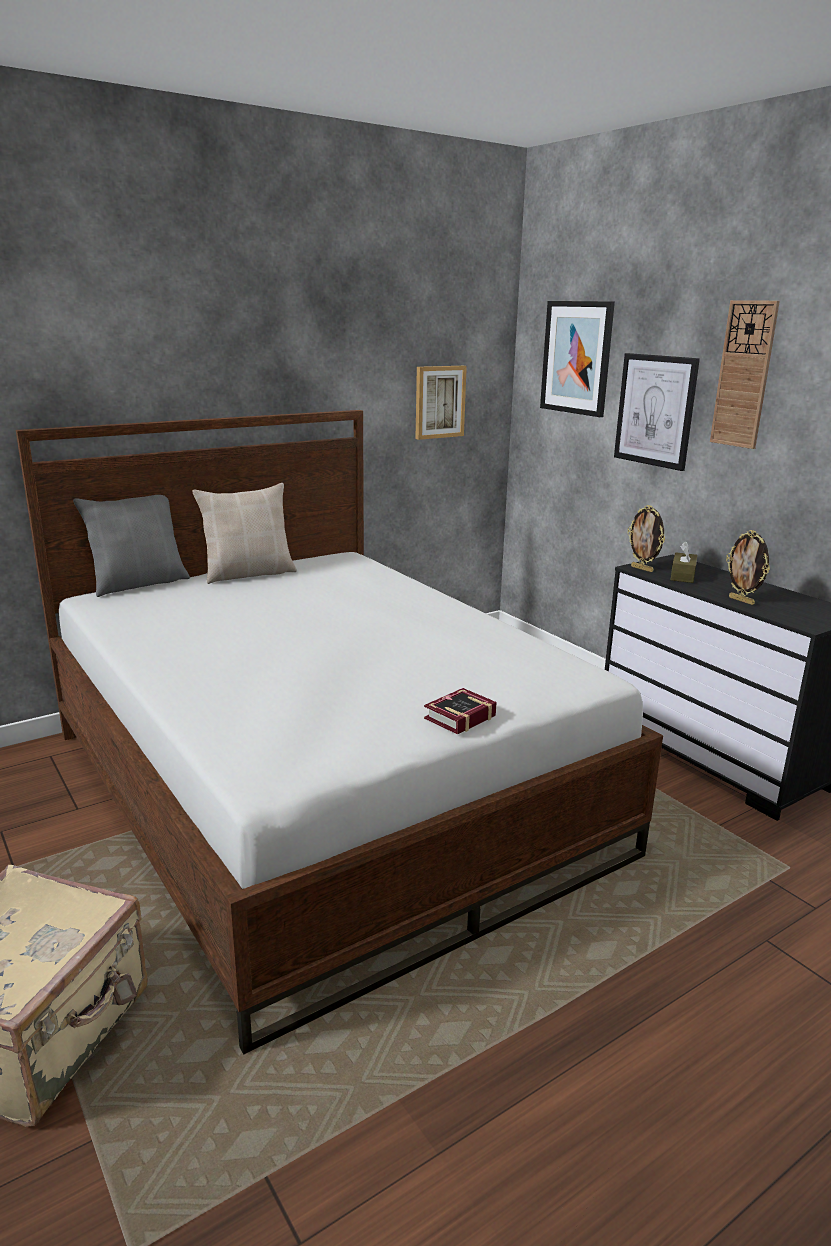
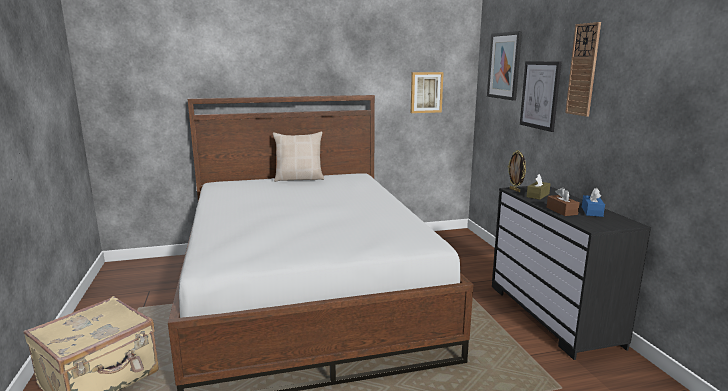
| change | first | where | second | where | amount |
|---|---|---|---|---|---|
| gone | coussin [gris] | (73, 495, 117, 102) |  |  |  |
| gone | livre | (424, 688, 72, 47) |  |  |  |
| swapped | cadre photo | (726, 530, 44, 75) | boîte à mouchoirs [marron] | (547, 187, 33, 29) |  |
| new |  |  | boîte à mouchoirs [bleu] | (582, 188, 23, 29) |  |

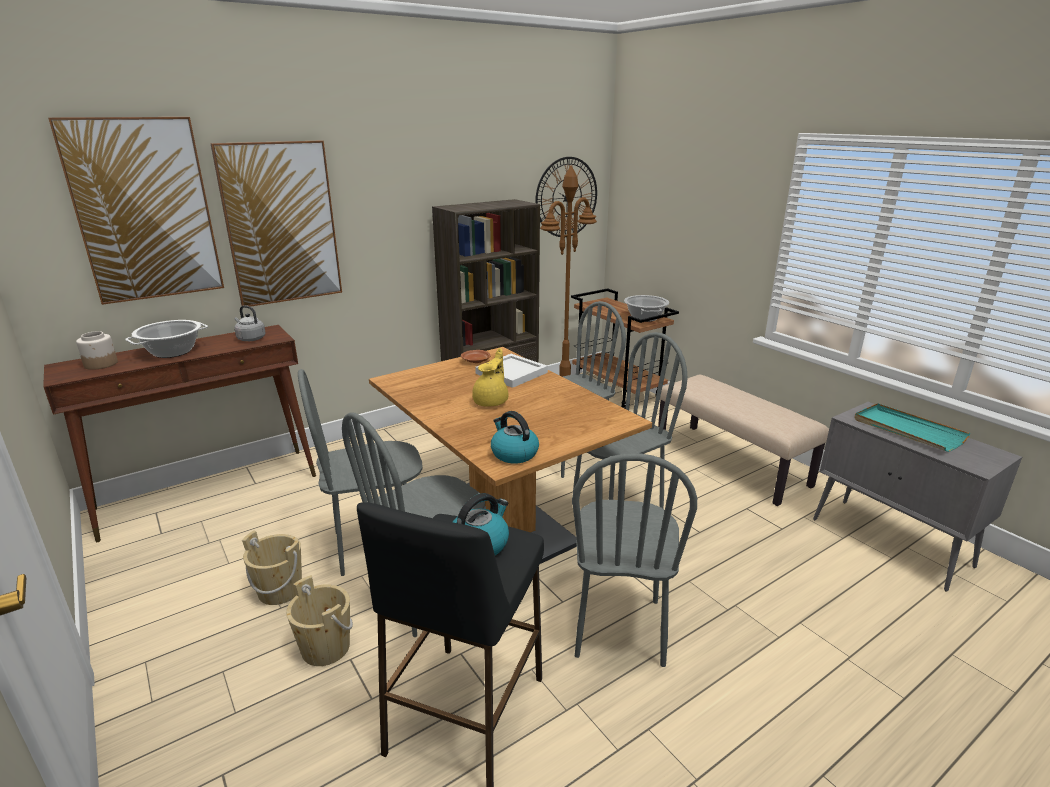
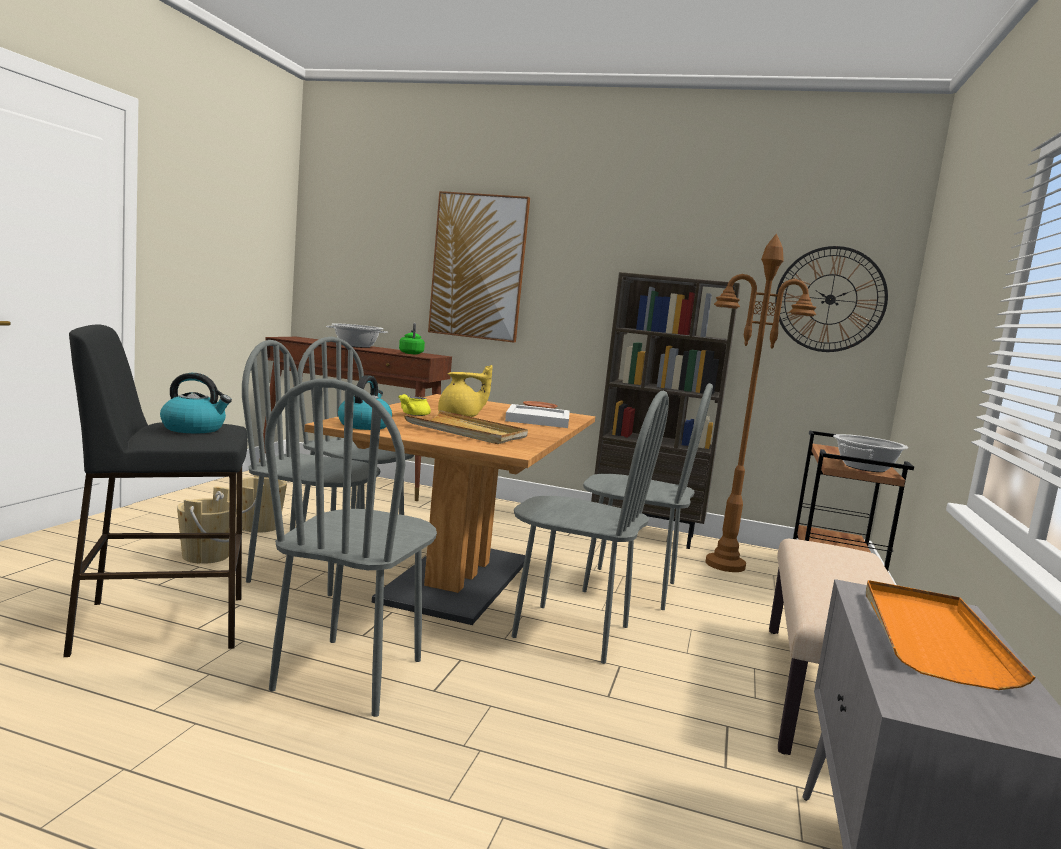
| change | first | where | second | where | amount |
|---|---|---|---|---|---|
| gone | tableau | (48, 117, 176, 188) |  |  |  |
| gone | bocal | (76, 331, 42, 39) |  |  |  |
| repainted | bouilloire [gris] | (234, 305, 32, 36) | bouilloire [vert] | (399, 323, 26, 31) |  |
| rotated | chaise [gris] | (572, 453, 125, 214) |  | (264, 378, 173, 339) | 45 degrees counterclockwise |
| repainted | plateau [turquoise] | (854, 403, 117, 49) | plateau [orange] | (866, 580, 170, 110) |  |
| new |  |  | théière [jaune] | (398, 394, 33, 22) |  |
| new |  |  | plateau [beige] | (404, 410, 124, 34) |  |

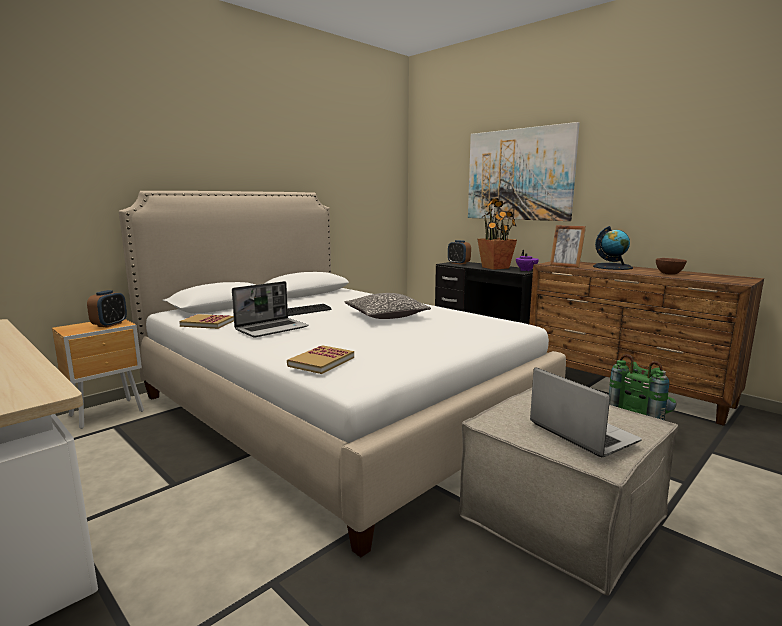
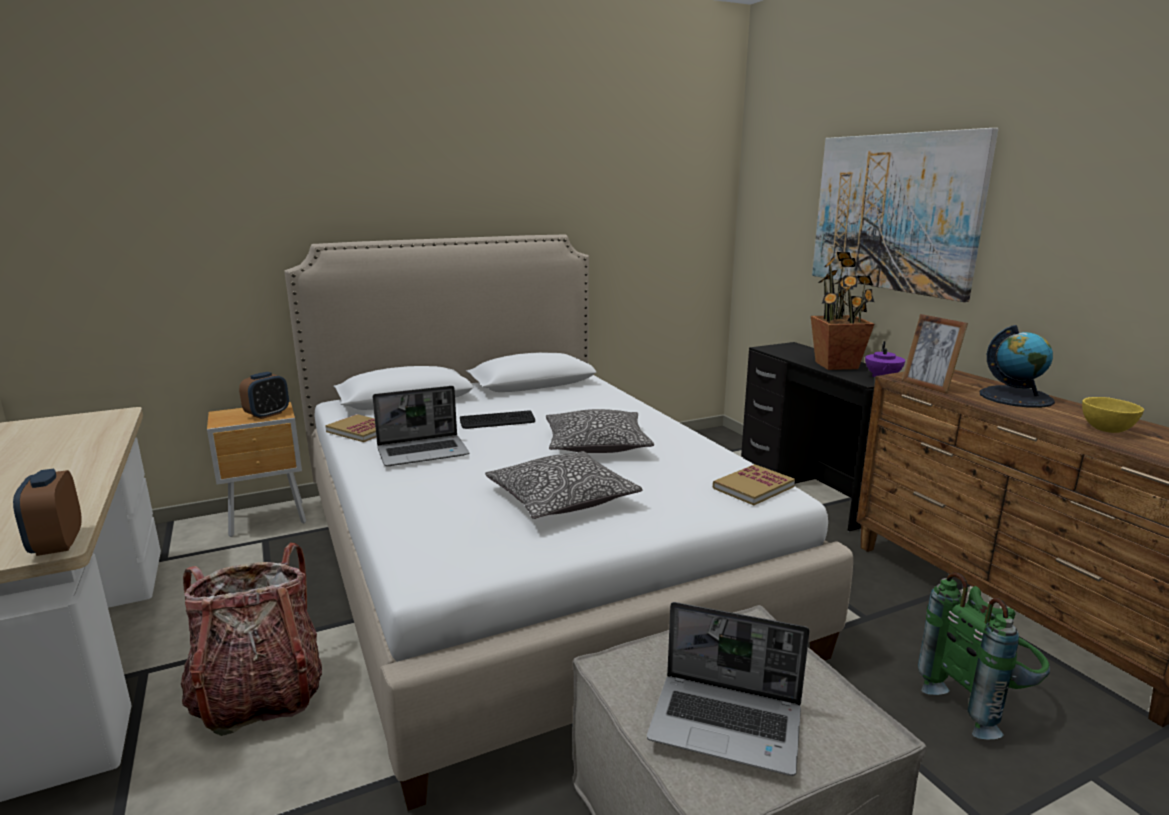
| change | first | where | second | where | amount |
|---|---|---|---|---|---|
| shifted | livre | (287, 345, 67, 29) |  | (713, 464, 82, 41) |  |
| shifted | réveil | (448, 240, 23, 25) |  | (13, 469, 69, 87) |  |
| rotated | ordinateur portable | (530, 367, 112, 90) |  | (647, 602, 163, 174) | 120 degrees clockwise |
| repainted | bol [marron] | (656, 258, 31, 17) | bol [jaune] | (1082, 397, 62, 36) |  |
| new |  |  | sac à dos | (181, 543, 141, 193) |  |
| new |  |  | coussin | (485, 451, 158, 68) |  |

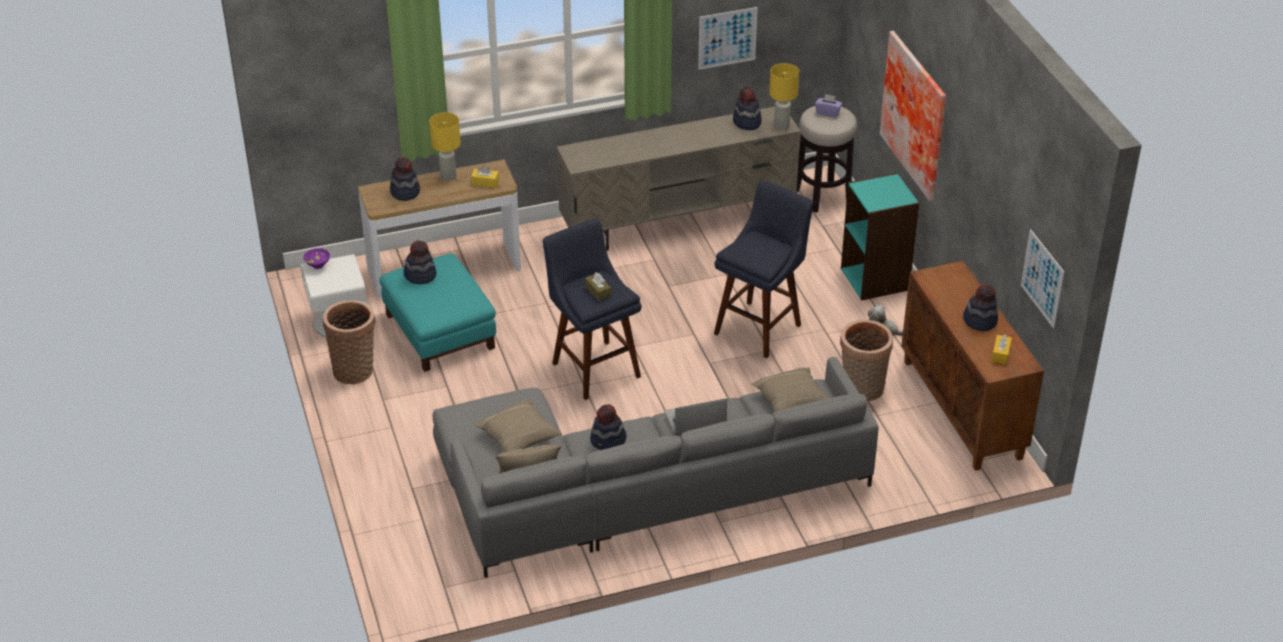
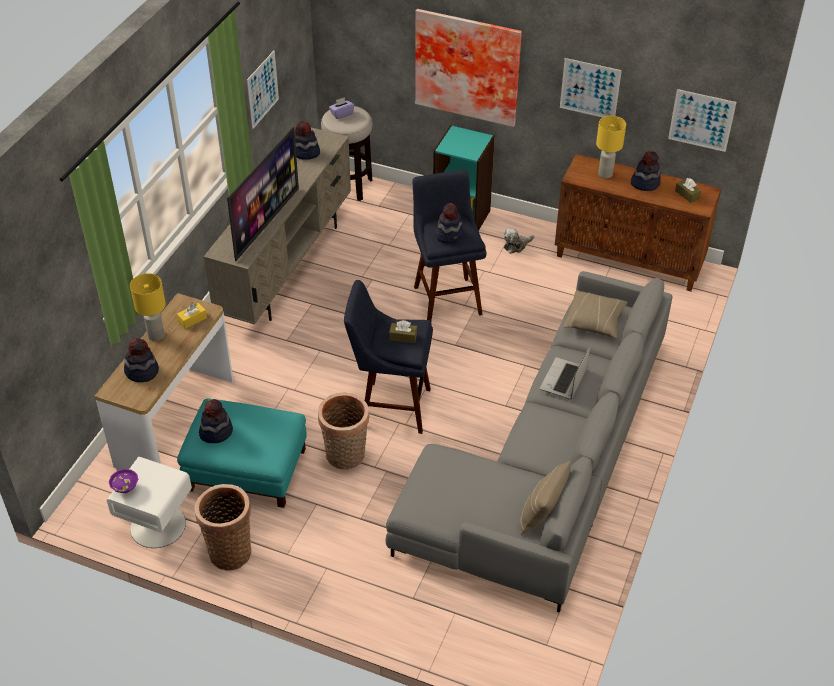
| change | first | where | second | where | amount |
|---|---|---|---|---|---|
| gone | coussin [beige] | (475, 400, 87, 52) |  |  |  |
| shifted | chapeau | (590, 404, 37, 46) |  | (435, 203, 29, 41) |  |
| shifted | lampe de table [jaune] | (769, 63, 30, 67) |  | (596, 116, 30, 62) |  |
| shifted | panier | (840, 320, 53, 82) |  | (318, 392, 51, 77) |  |
| repainted | boîte à mouchoirs [jaune] | (992, 334, 20, 30) | boîte à mouchoirs [marron] | (675, 178, 26, 25) |  |
| new |  |  | téléviseur | (227, 126, 72, 135) |  |
| new |  |  | tableau | (560, 58, 62, 59) |  |

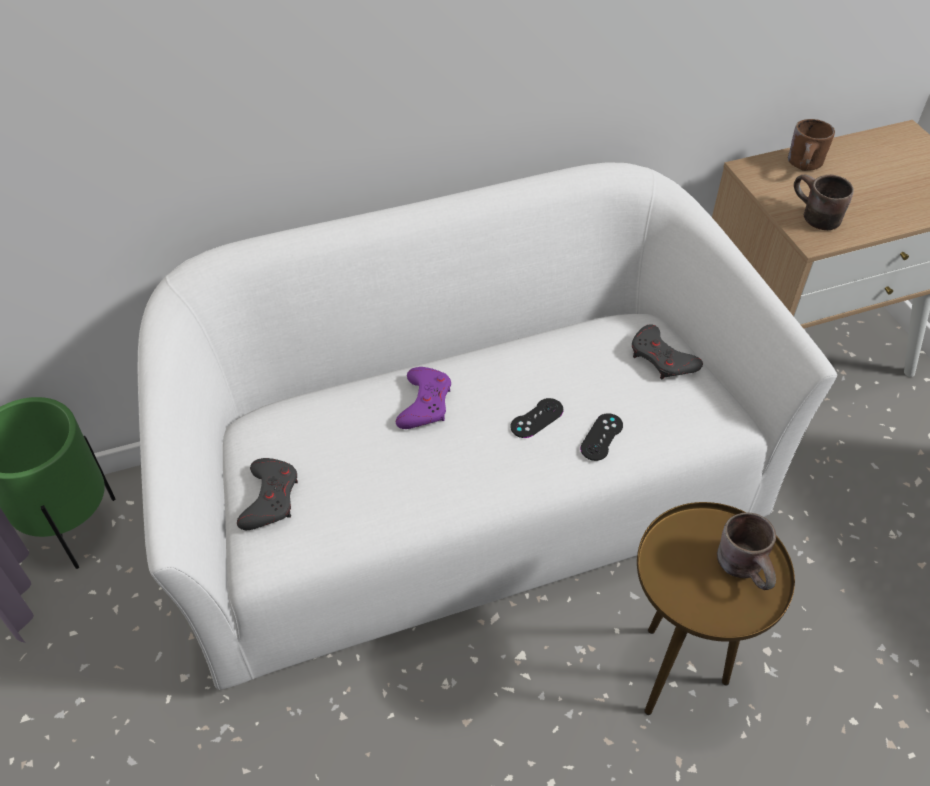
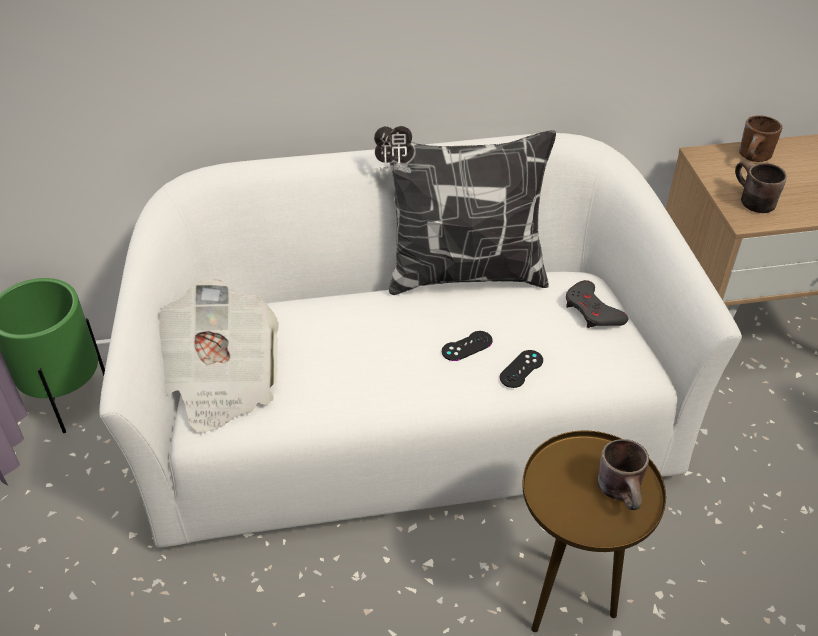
| change | first | where | second | where | amount |
|---|---|---|---|---|---|
| swapped | manette [gris] | (237, 458, 61, 72) | journal | (158, 279, 121, 154) |  |
| gone | manette [violet] | (396, 367, 55, 62) |  |  |  |
| new |  |  | coussin | (374, 126, 182, 169) |  |

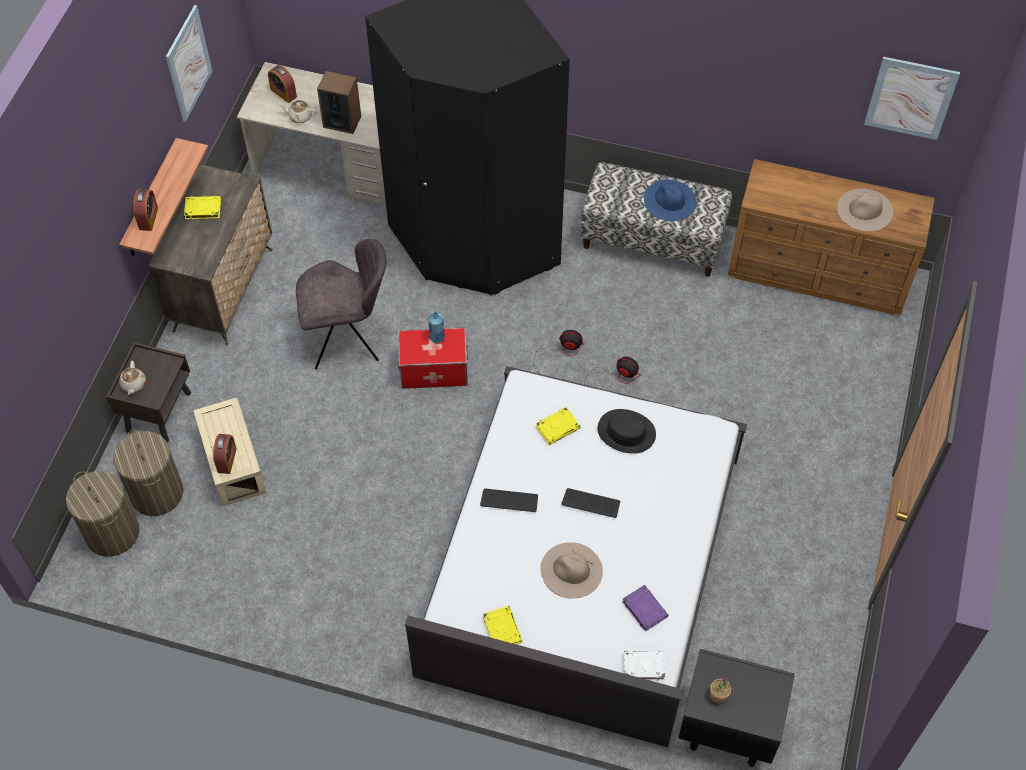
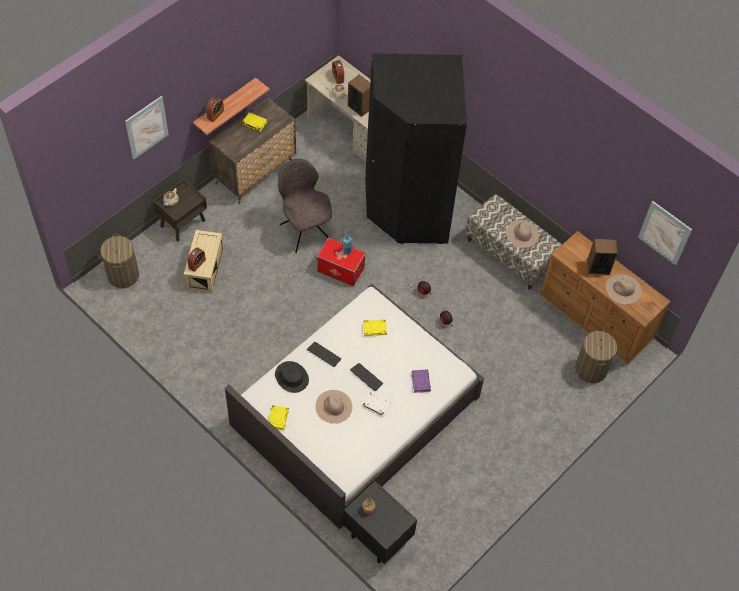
| change | first | where | second | where | amount |
|---|---|---|---|---|---|
| shifted | panier à linge | (113, 428, 71, 88) |  | (575, 329, 42, 54) |  |
| shifted | tableau | (166, 5, 46, 117) |  | (125, 96, 44, 63) |  |
| rotated | chaise [gris] | (296, 239, 91, 130) |  | (278, 159, 54, 94) | 135 degrees counterclockwise |
| shifted | chapeau [noir] | (597, 409, 59, 45) |  | (275, 361, 34, 32) |  |
| shifted | livre [violet] | (622, 585, 47, 47) |  | (412, 369, 19, 24) |  |
| shifted | livre [blanc] | (624, 651, 42, 29) |  | (363, 392, 28, 24) |  |
| repainted | chapeau [bleu] | (644, 180, 52, 41) | chapeau [beige] | (506, 220, 33, 28) |  |
| new |  |  | enceinte | (587, 238, 31, 37) |  |

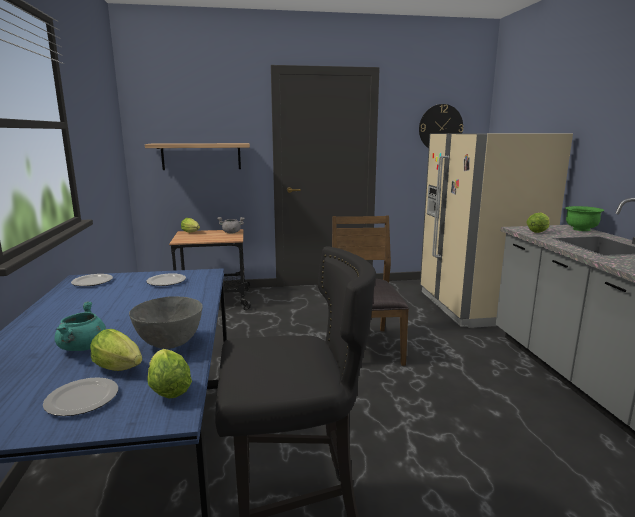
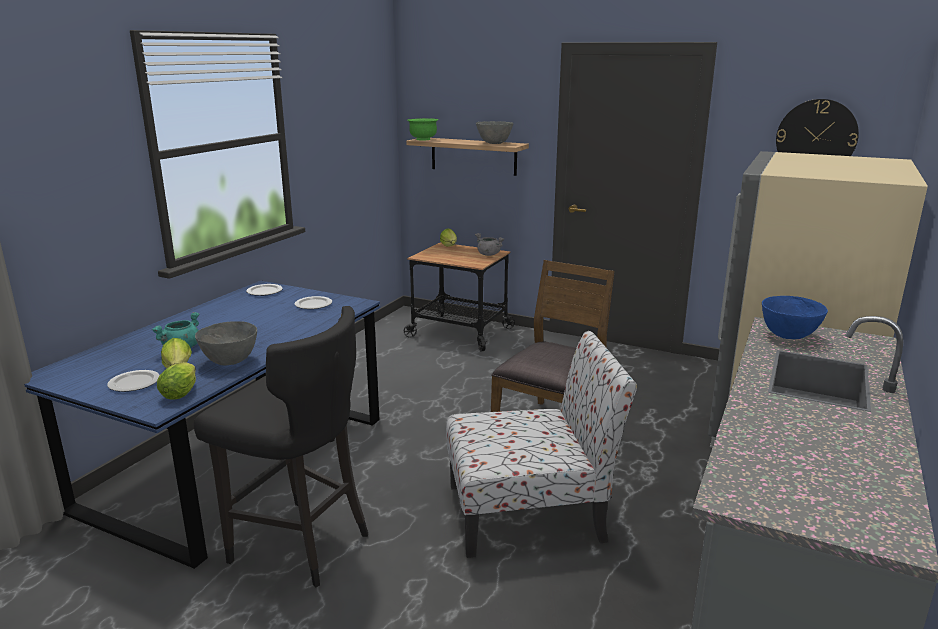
| change | first | where | second | where | amount |
|---|---|---|---|---|---|
| swapped | laitue | (526, 212, 24, 21) | bol [bleu] | (762, 296, 66, 43) |  |
| shifted | bol [vert] | (565, 206, 39, 25) |  | (407, 118, 31, 22) |  |
| new |  |  | chaise | (446, 331, 191, 227) |  |
| new |  |  | bol [gris] | (476, 121, 37, 23) |  |

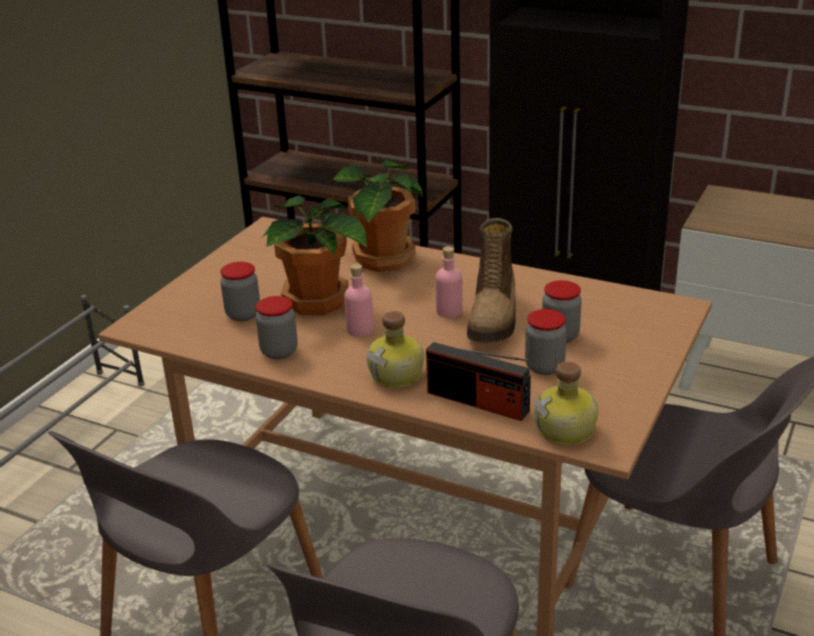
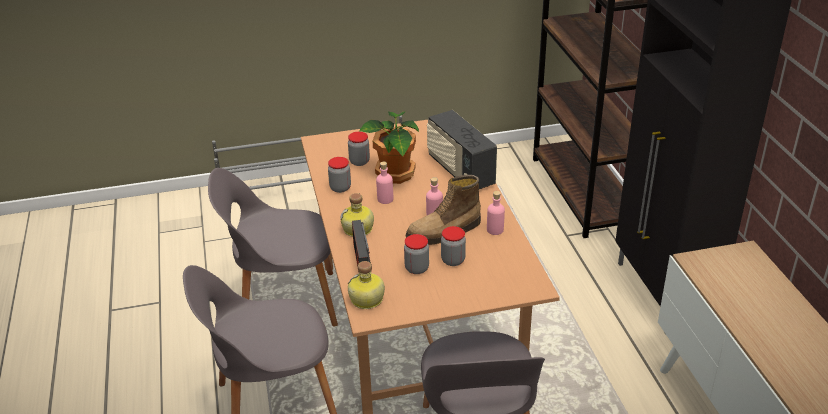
| change | first | where | second | where | amount |
|---|---|---|---|---|---|
| swapped | plante en pot | (332, 160, 91, 112) | radio | (427, 110, 70, 79) |  |
| new |  |  | bouteille [rose] | (487, 191, 18, 44) |  |

